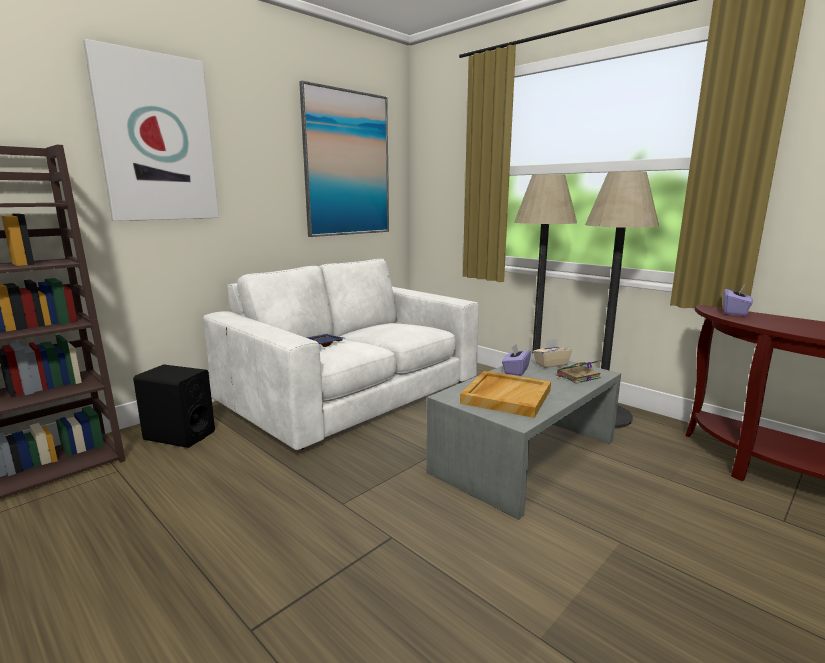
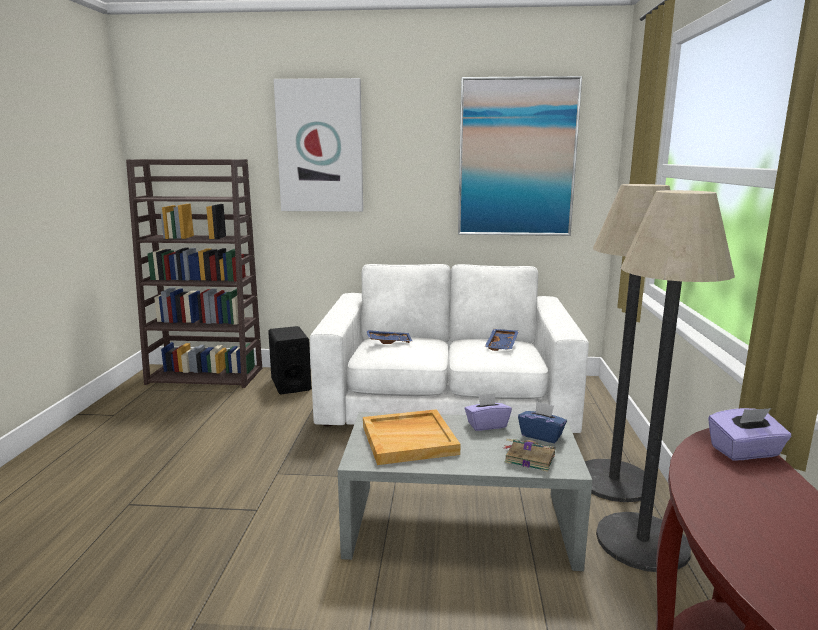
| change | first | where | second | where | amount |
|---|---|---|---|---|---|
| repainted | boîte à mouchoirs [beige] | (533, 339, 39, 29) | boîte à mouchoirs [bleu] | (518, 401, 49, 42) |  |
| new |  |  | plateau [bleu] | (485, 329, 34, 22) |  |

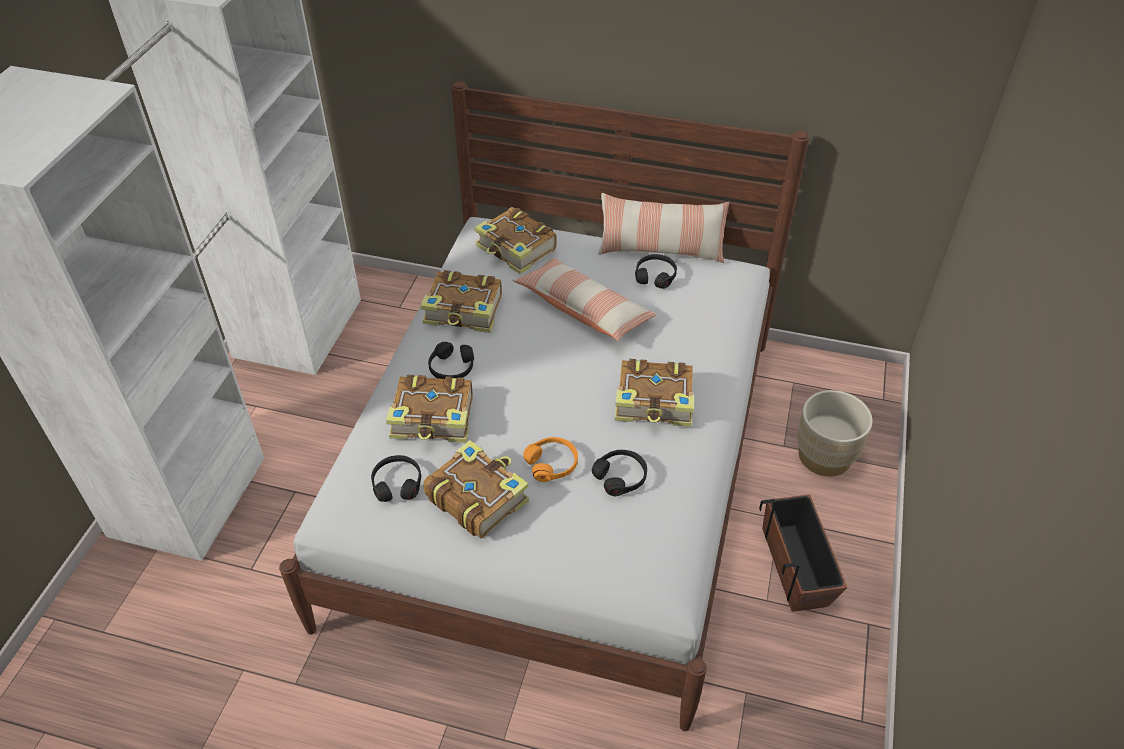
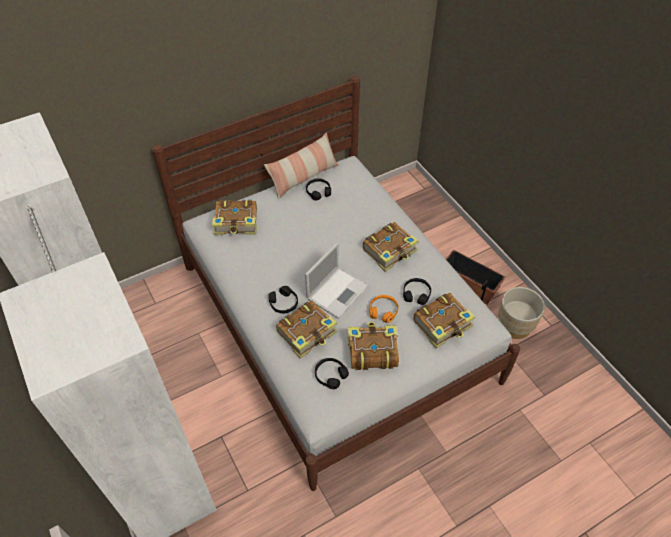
| change | first | where | second | where | amount |
|---|---|---|---|---|---|
| shifted | livre | (420, 270, 82, 63) |  | (413, 293, 62, 55) |  |
| gone | coussin | (512, 258, 145, 83) |  |  |  |
| shifted | cache-pot [beige] | (797, 390, 76, 87) |  | (498, 287, 47, 52) |  |
| new |  |  | ordinateur portable | (305, 243, 64, 76) |  |

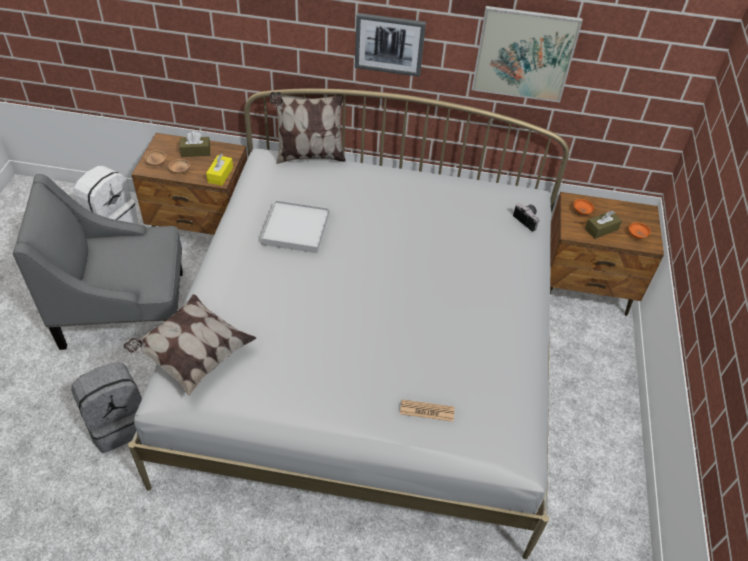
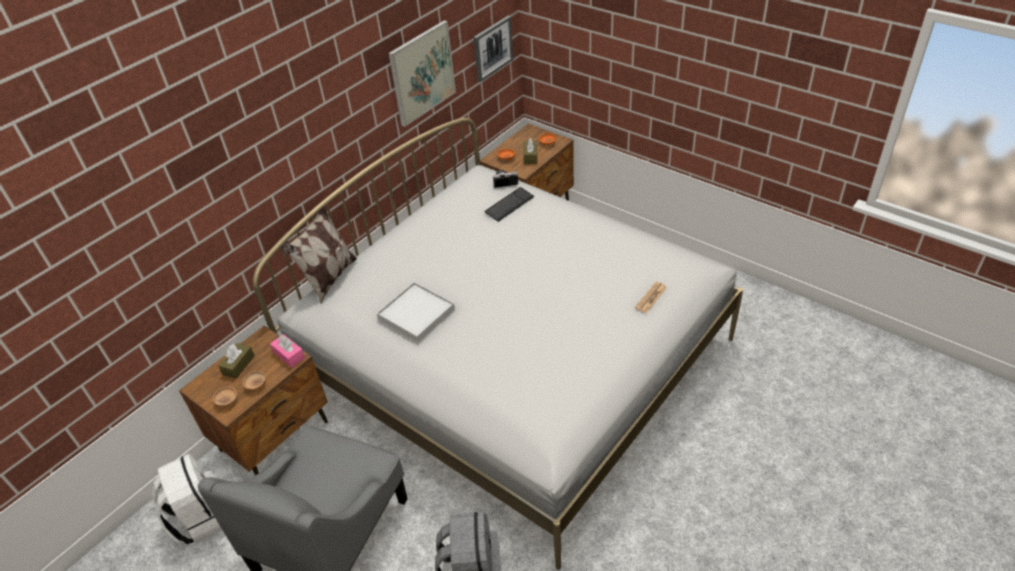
| change | first | where | second | where | amount |
|---|---|---|---|---|---|
| gone | coussin | (123, 294, 133, 102) |  |  |  |
| repainted | boîte à mouchoirs [jaune] | (206, 154, 27, 32) | boîte à mouchoirs [rose] | (270, 334, 35, 34) |  |
| shifted | tableau | (355, 13, 71, 64) |  | (473, 16, 41, 66) |  |
| new |  |  | clavier | (485, 187, 49, 35) |  |

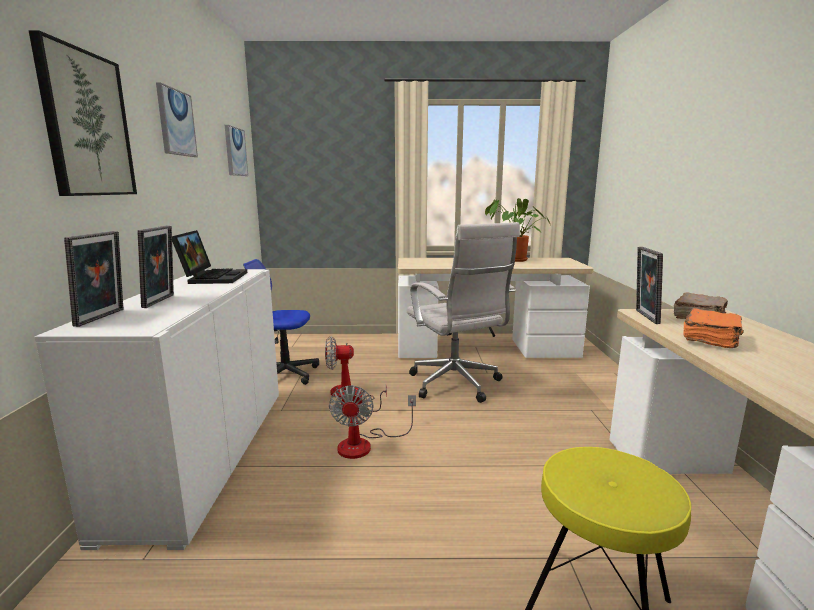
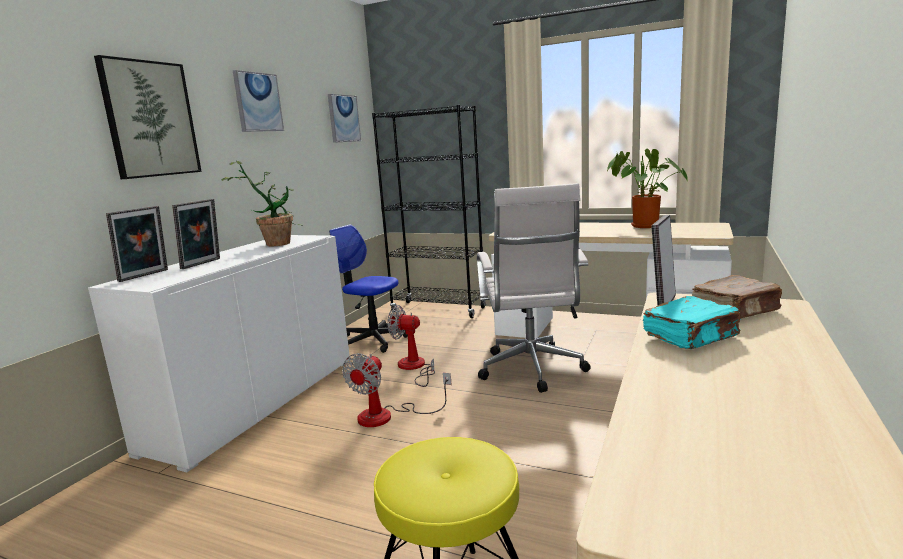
| change | first | where | second | where | amount |
|---|---|---|---|---|---|
| swapped | ordinateur portable | (172, 230, 75, 54) | plante en pot | (221, 161, 81, 85) |  |
| repainted | livre [orange] | (683, 308, 61, 40) | livre [turquoise] | (643, 296, 98, 53) |  |
| new |  |  | bibliothèque [noir] | (372, 105, 114, 213) |  |

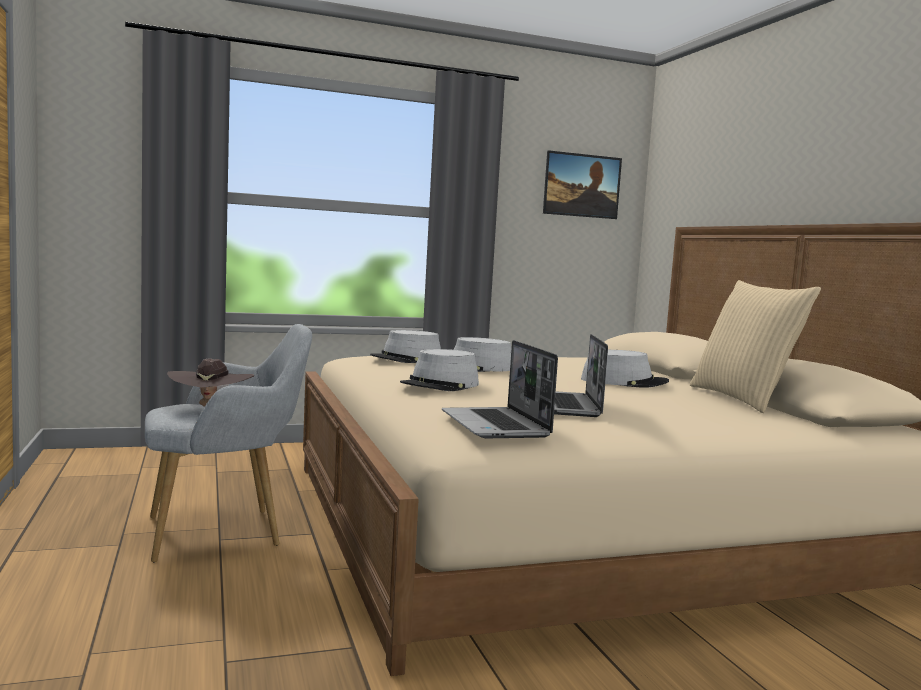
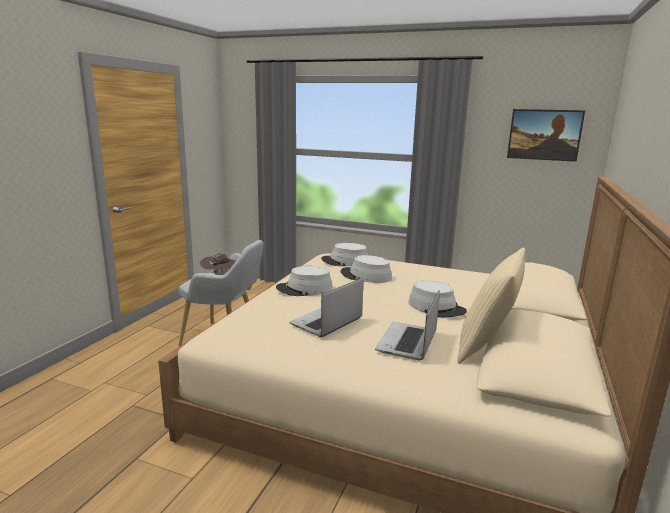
| change | first | where | second | where | amount |
|---|---|---|---|---|---|
| shifted | ordinateur portable | (442, 340, 116, 98) |  | (375, 290, 65, 71) |  |

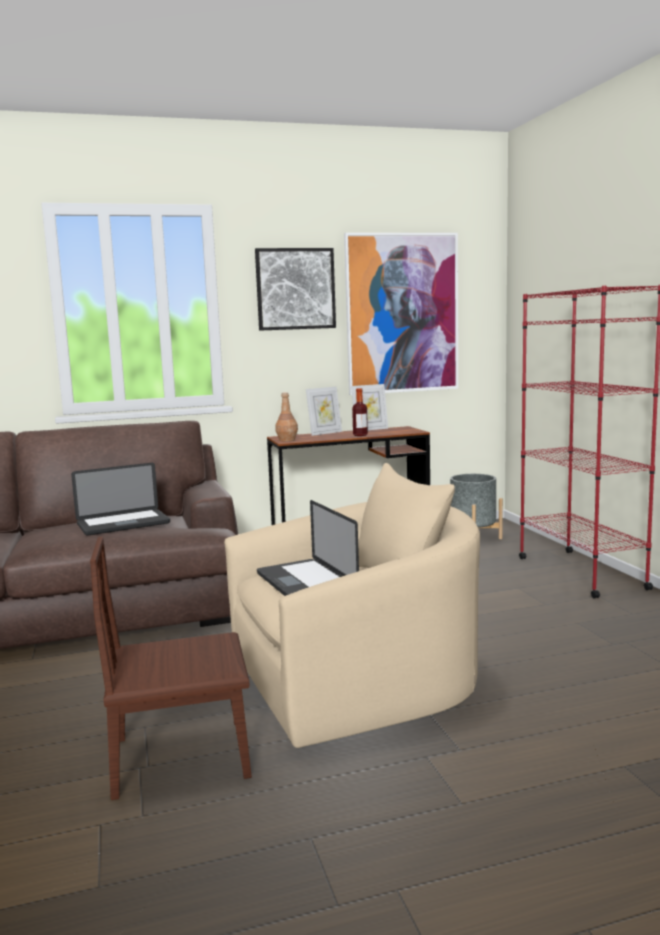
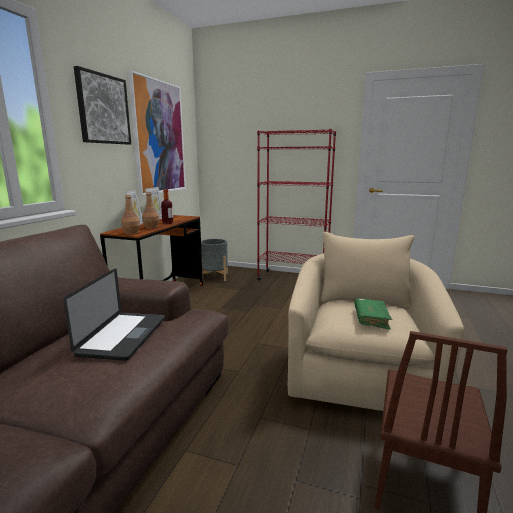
| change | first | where | second | where | amount |
|---|---|---|---|---|---|
| swapped | ordinateur portable | (257, 500, 102, 96) | livre [vert] | (354, 298, 38, 32) |  |
| new |  |  | bouteille [marron] | (142, 192, 17, 37) |  |

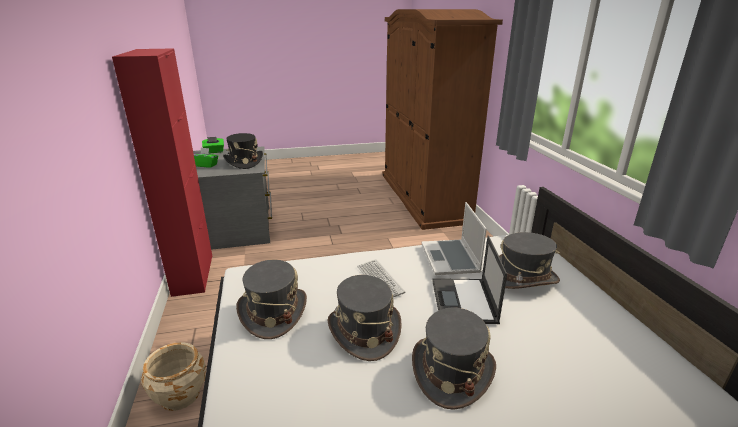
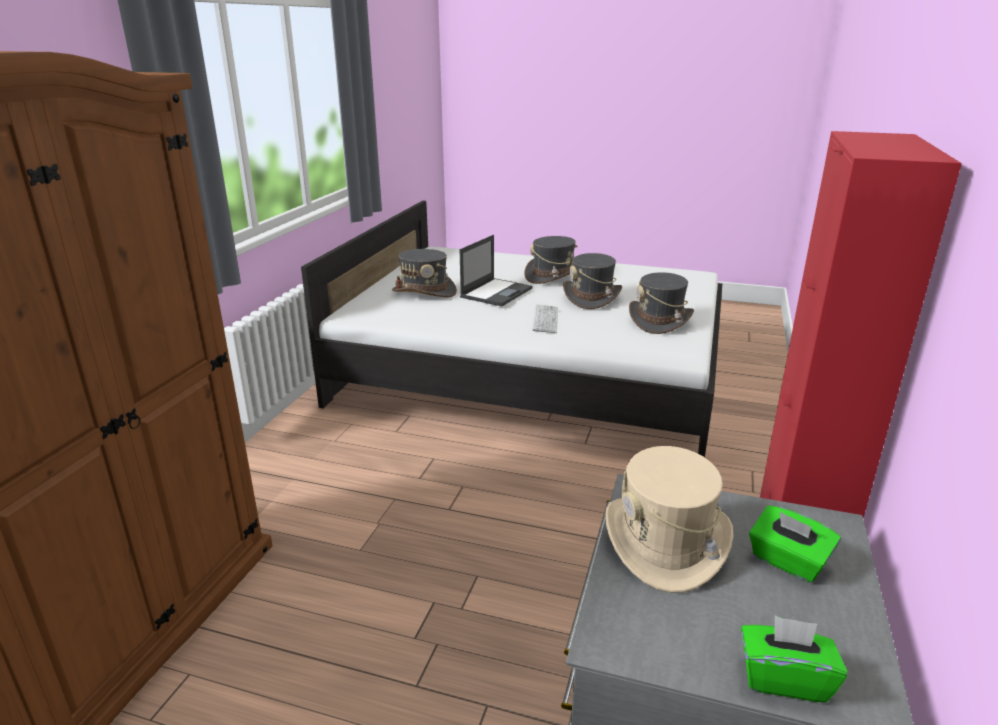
| change | first | where | second | where | amount |
|---|---|---|---|---|---|
| gone | cache-pot [beige] | (141, 342, 65, 69) |  |  |  |
| repainted | chapeau [noir] | (223, 133, 40, 36) | chapeau [beige] | (605, 446, 128, 147) |  |
| gone | ordinateur portable | (421, 202, 66, 73) |  |  |  |

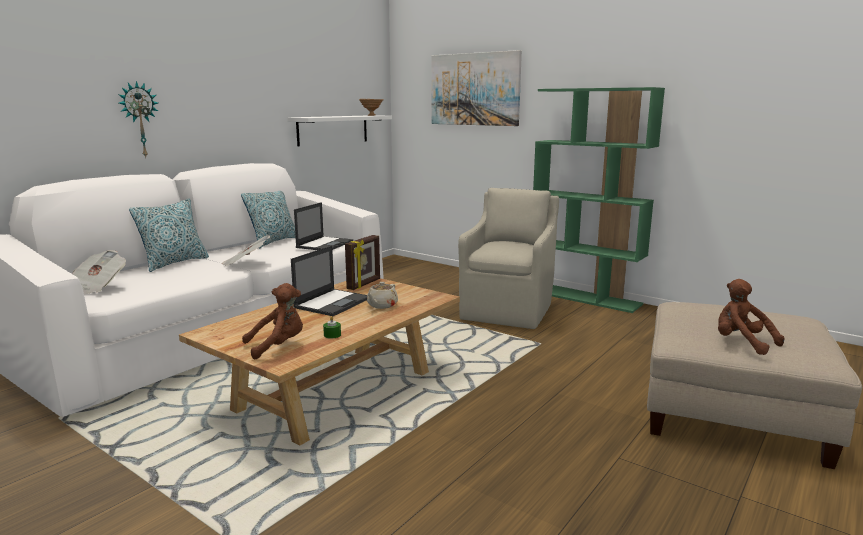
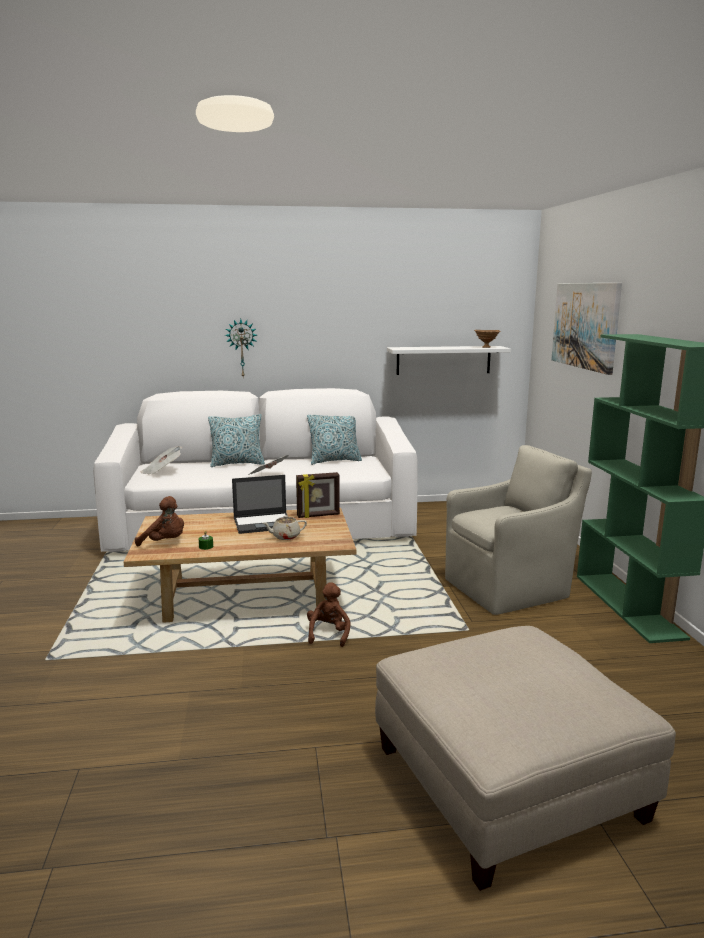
| change | first | where | second | where | amount |
|---|---|---|---|---|---|
| gone | ordinateur portable | (294, 202, 59, 48) |  |  |  |
| shifted | peluche [marron] | (718, 279, 67, 76) |  | (307, 582, 43, 65) |  |

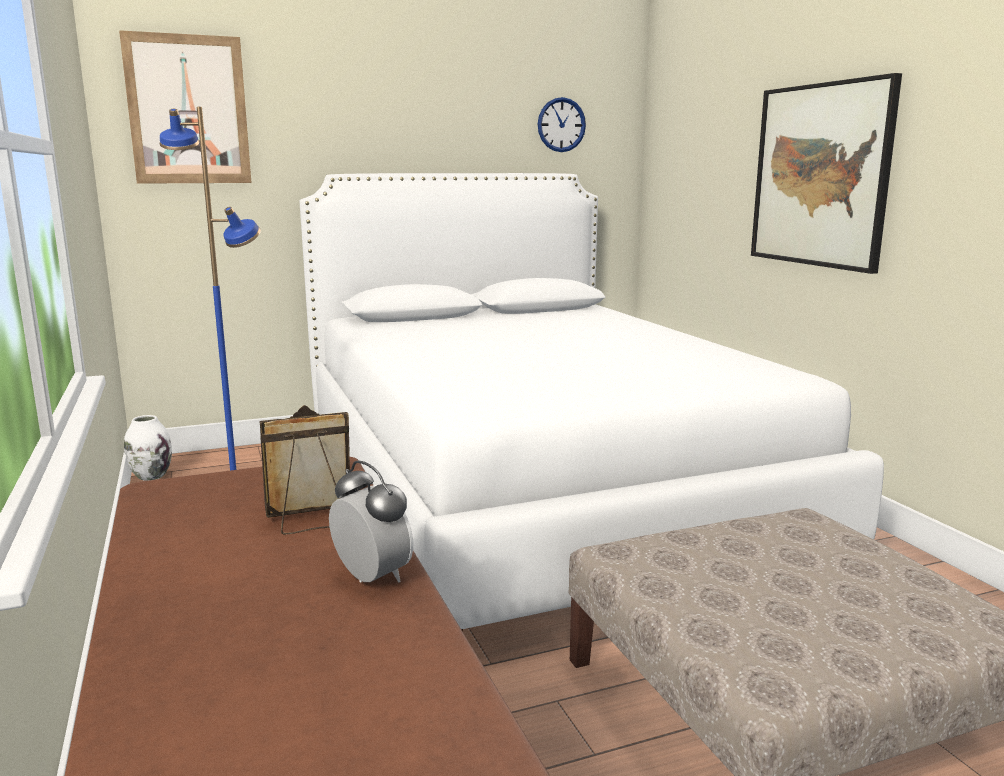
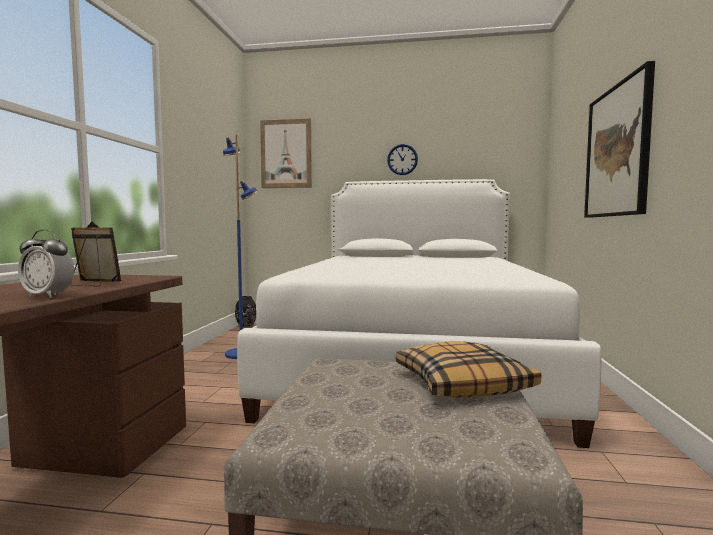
| change | first | where | second | where | amount |
|---|---|---|---|---|---|
| repainted | vase [blanc] | (124, 415, 48, 66) | vase [noir] | (235, 296, 21, 32) |  |
| rotated | réveil | (329, 461, 84, 121) |  | (18, 229, 56, 69) | 120 degrees clockwise |
| shifted | horloge murale | (538, 97, 48, 55) |  | (387, 144, 31, 31) |  |
| new |  |  | coussin | (396, 341, 145, 57) |  |

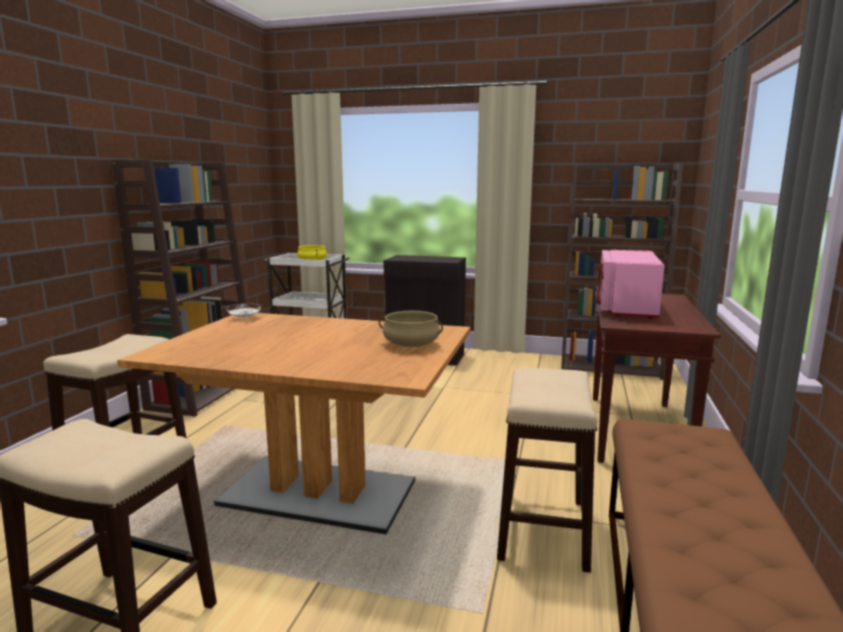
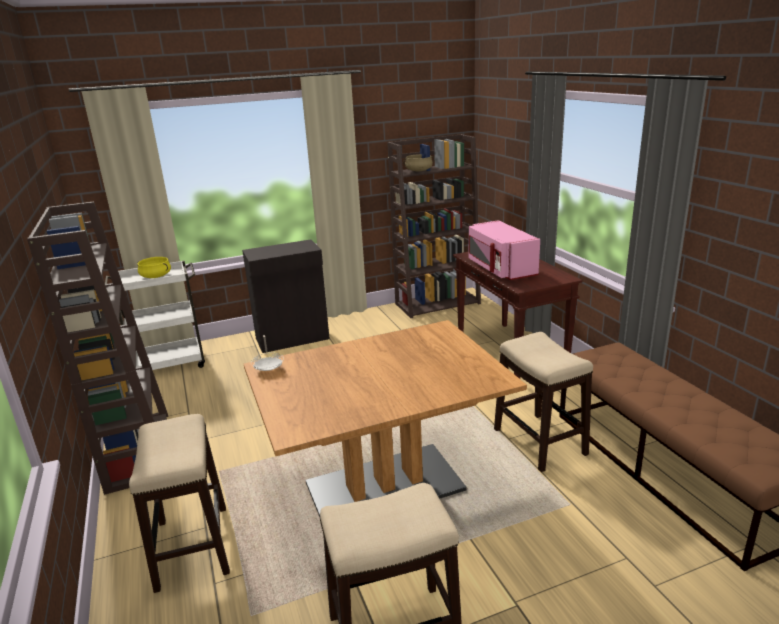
| change | first | where | second | where | amount |
|---|---|---|---|---|---|
| shifted | marmite [beige] | (379, 311, 64, 36) |  | (403, 154, 32, 17) |  |

